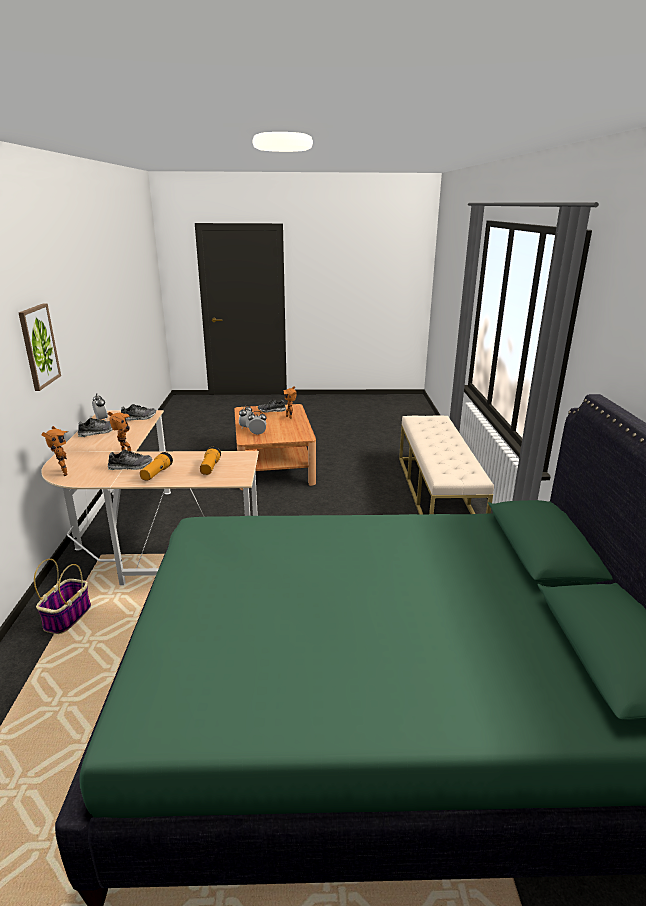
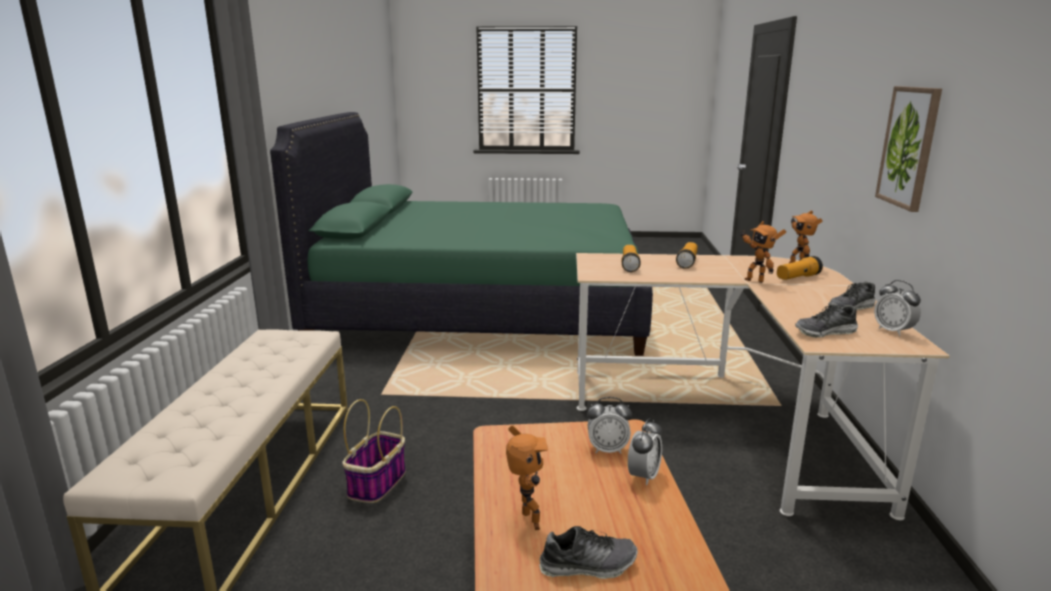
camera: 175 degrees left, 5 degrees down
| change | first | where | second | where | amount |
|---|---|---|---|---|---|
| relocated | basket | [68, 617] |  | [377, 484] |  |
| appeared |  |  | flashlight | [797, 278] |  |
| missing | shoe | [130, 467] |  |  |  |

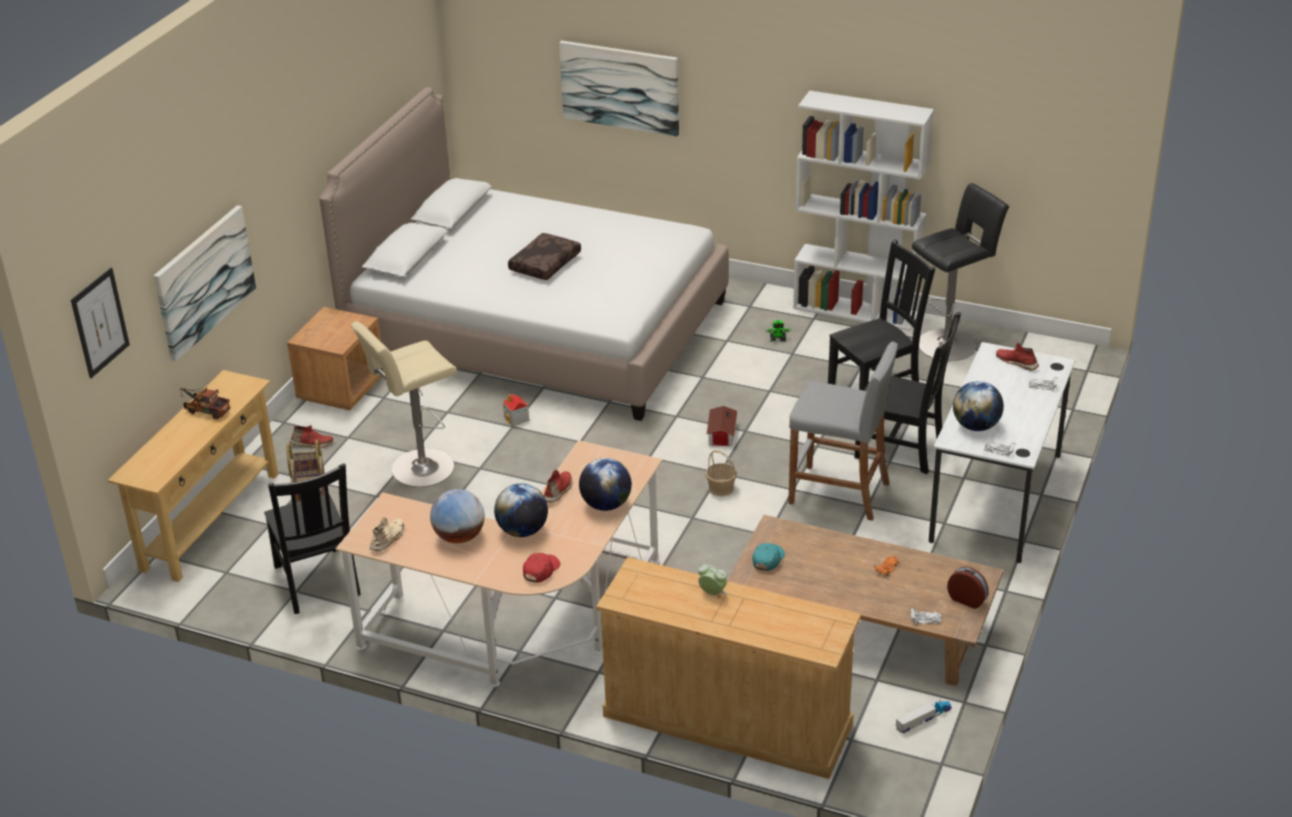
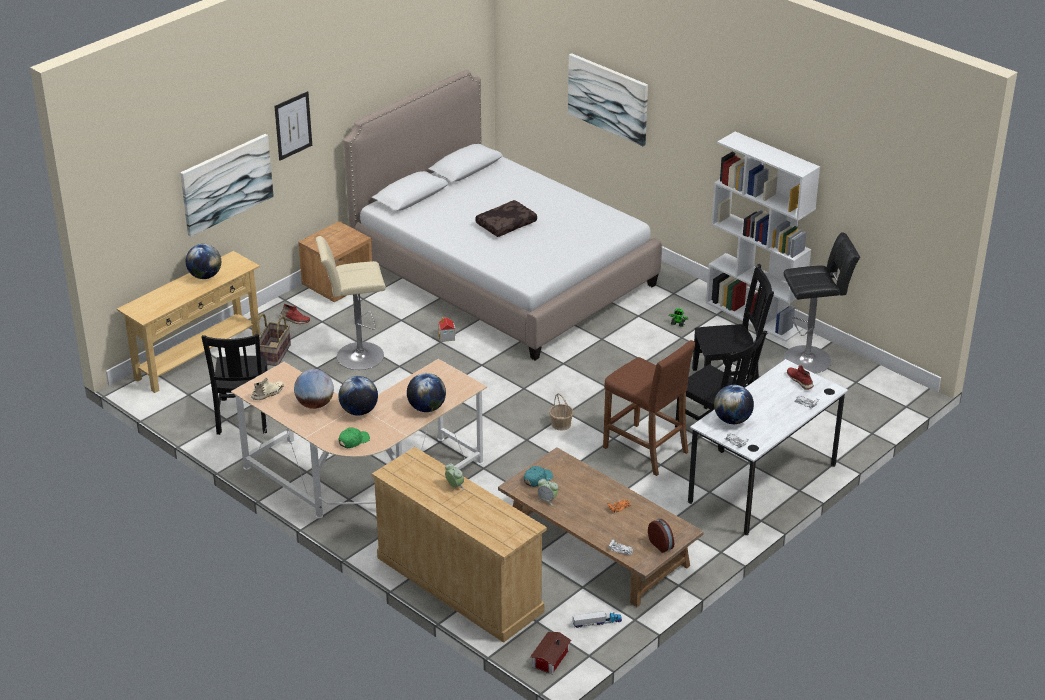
camera: 20 degrees right, 0 degrees up
| change | first | where | second | where | amount |
|---|---|---|---|---|---|
| exchanged | toy truck | [205, 410] | globe | [205, 276] |  |
| relocated | picture | [100, 322] |  | [293, 125] |  |
| colour | red cap | [541, 571] | green cap | [353, 441] |  |
| relocated | toy house | [720, 434] |  | [549, 658] |  |
| appeared |  |  | alarm clock | [547, 500] |  |
| colour | grey stool | [839, 493] | brown stool | [646, 450] |  |
| missing | red shoe | [558, 491] |  |  |  |

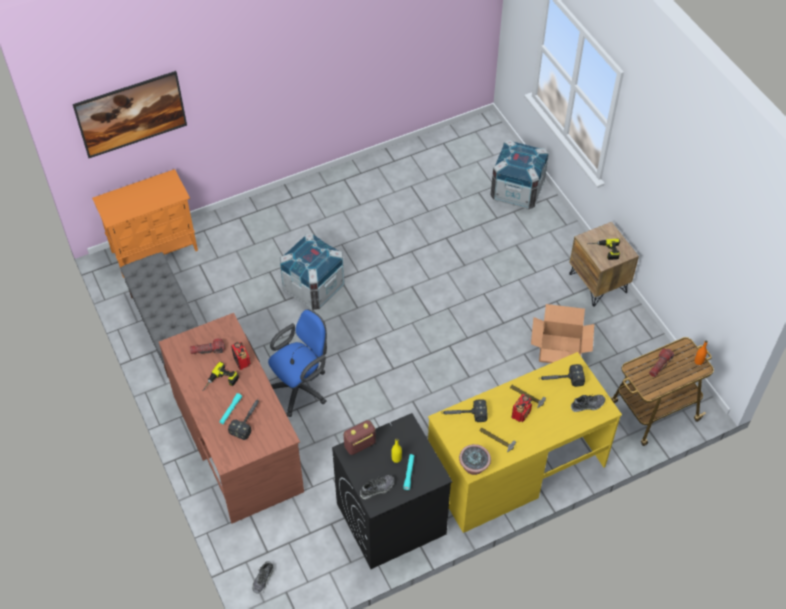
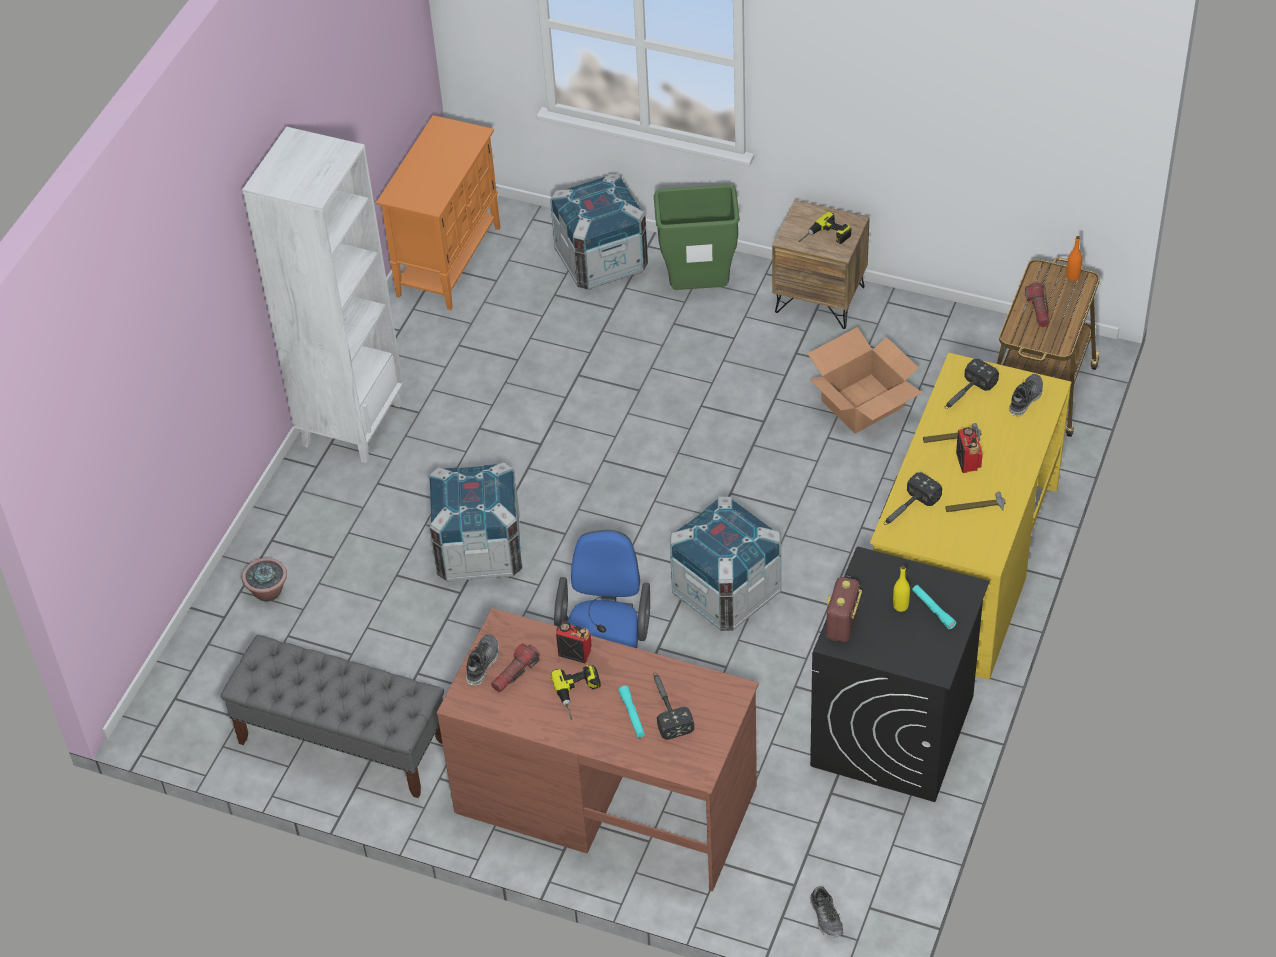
camera: 40 degrees left, 5 degrees down
| change | first | where | second | where | amount |
|---|---|---|---|---|---|
| appeared |  |  | white bookcase | [352, 423] |  |
| relocated | potted plant | [473, 467] |  | [268, 592] |  |
| relocated | orange cabinet | [155, 250] |  | [449, 260] |  |
| relocated | shoe | [377, 488] |  | [482, 663] |  |
| appeared |  |  | green trash can | [700, 288] |  |
| appeared |  |  | crate | [726, 592] |  |
| missing | picture | [134, 127] |  |  |  |

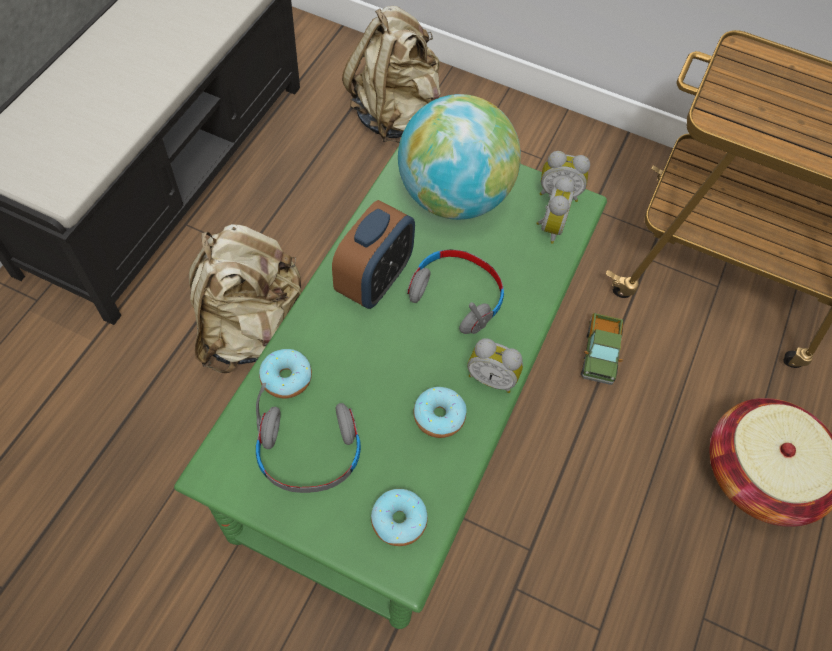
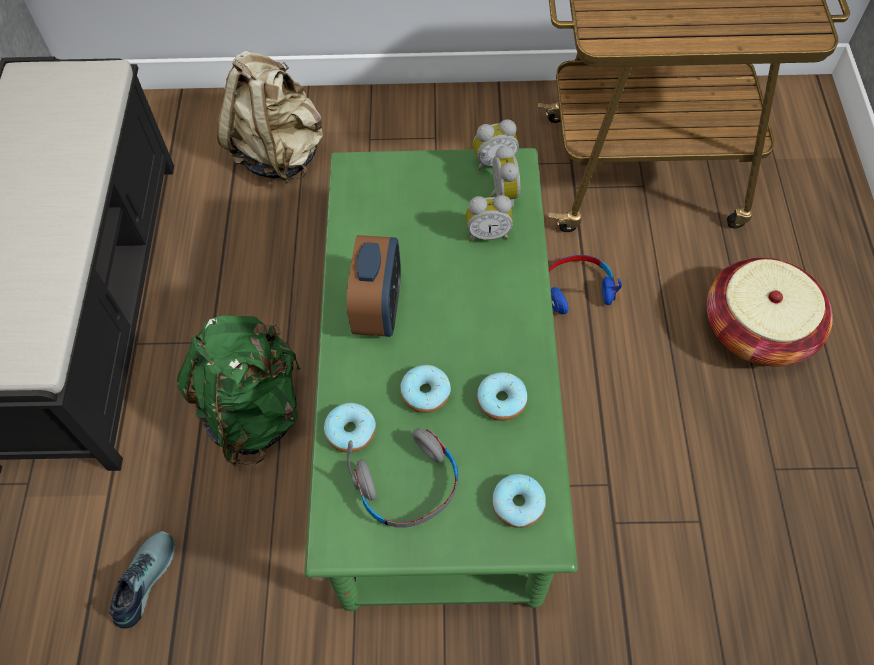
camera: 20 degrees left, 0 degrees up
| change | first | where | second | where | amount |
|---|---|---|---|---|---|
| appeared |  |  | shoe | [142, 579] |  |
| colour | beige backpack | [249, 328] | green backpack | [254, 411] |  |
| appeared |  |  | donut | [425, 393] |  |
| relocated | alarm clock | [492, 377] |  | [488, 233] |  |
| exchanged | toy truck | [599, 353] | blue headphones | [577, 289] |  |
| missing | globe | [453, 197] |  |  |  |
| missing | grey headphones | [456, 296] |  |  |  |

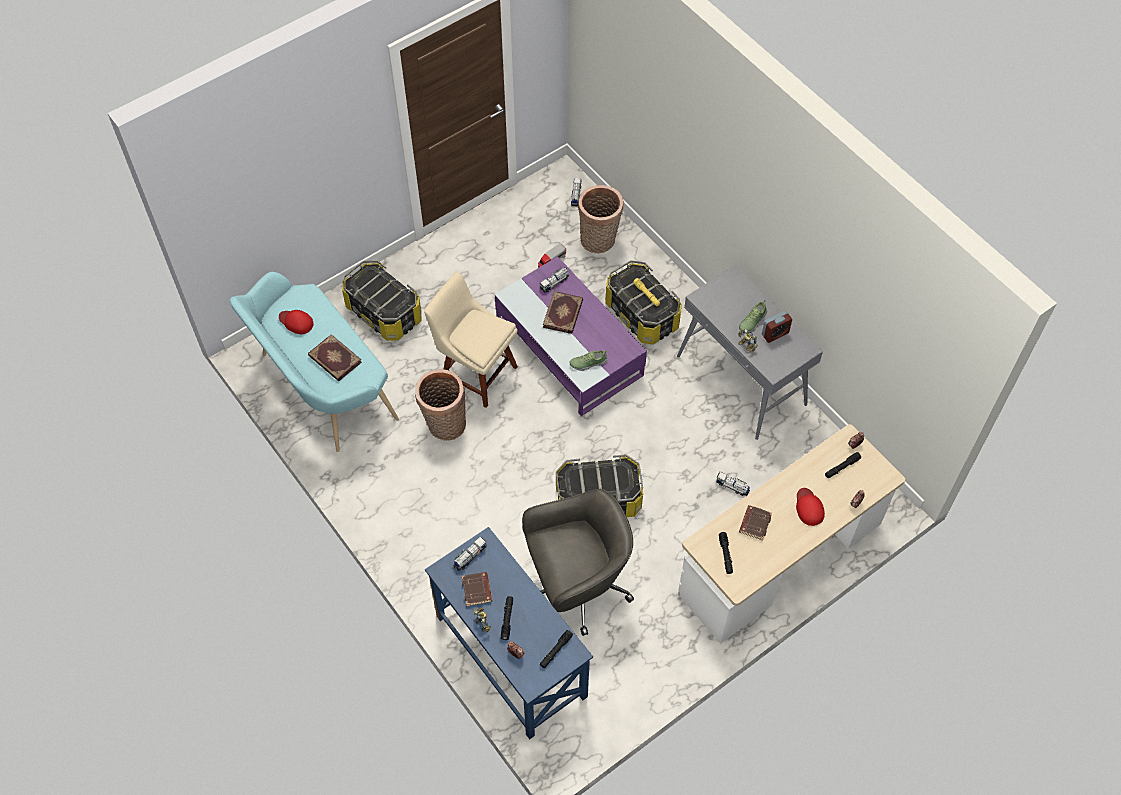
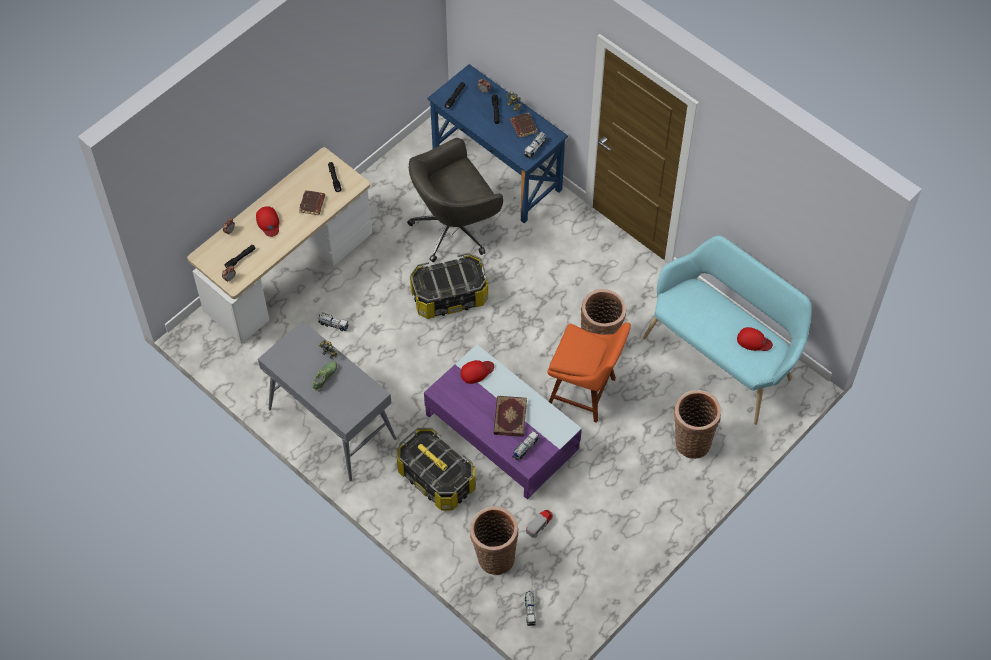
camera: 170 degrees right, 0 degrees up
| change | first | where | second | where | amount |
|---|---|---|---|---|---|
| exchanged | shoe | [588, 363] | red cap | [476, 372] |  |
| colour | beige chair | [475, 373] | orange chair | [585, 393] |  |
| exchanged | storage box | [384, 312] | basket | [691, 440] |  |
| missing | book | [334, 359] |  |  |  |
| missing | alarm clock | [775, 334] |  |  |  |

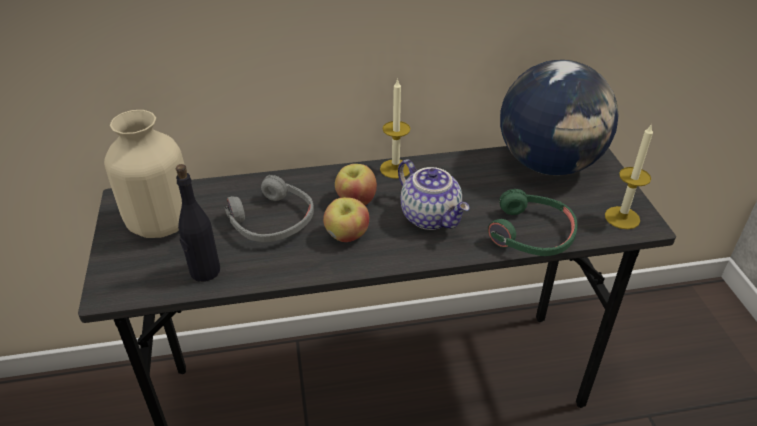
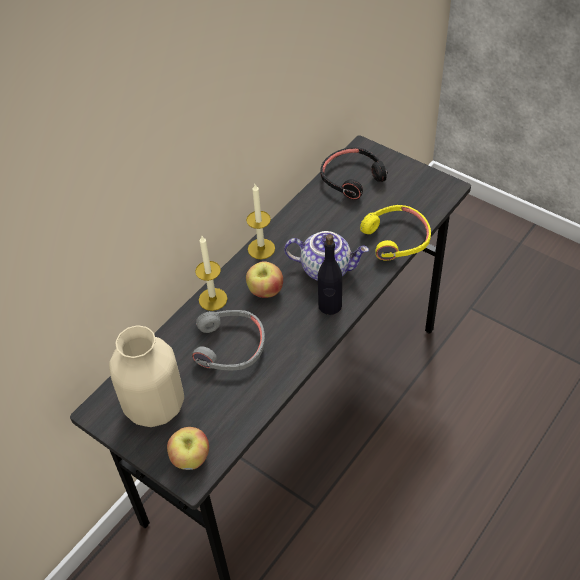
camera: 40 degrees left, 10 degrees up
| change | first | where | second | where | amount |
|---|---|---|---|---|---|
| relocated | apple | [347, 236] |  | [191, 458] |  |
| relocated | candle | [622, 218] |  | [213, 299] |  |
| relocated | black bottle | [204, 271] |  | [330, 306] |  |
| exchanged | globe | [549, 164] | black headphones | [352, 178] |  |
| colour | green headphones | [532, 234] | yellow headphones | [396, 238] |  |

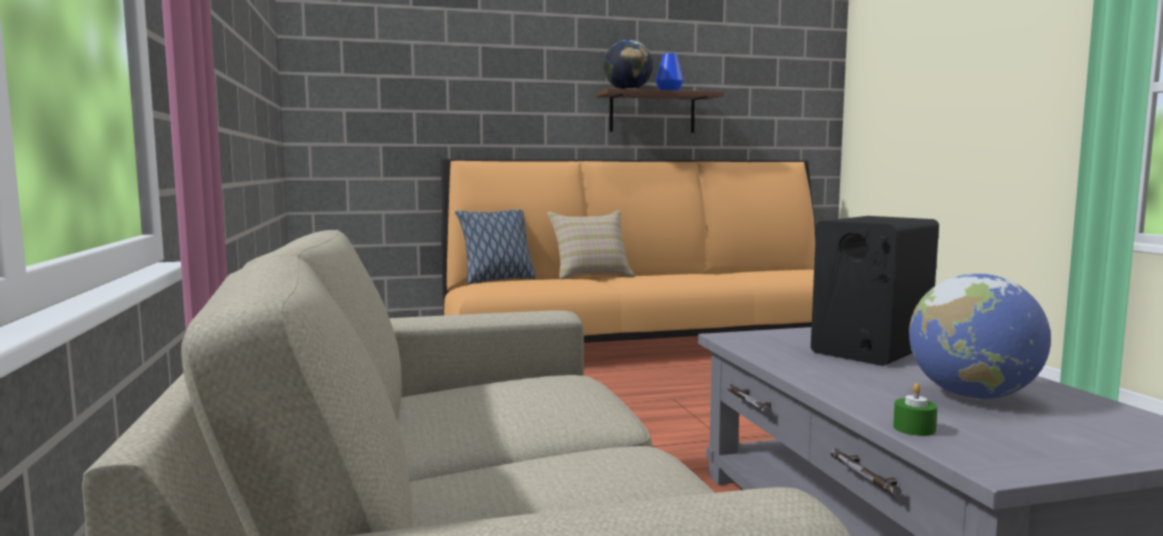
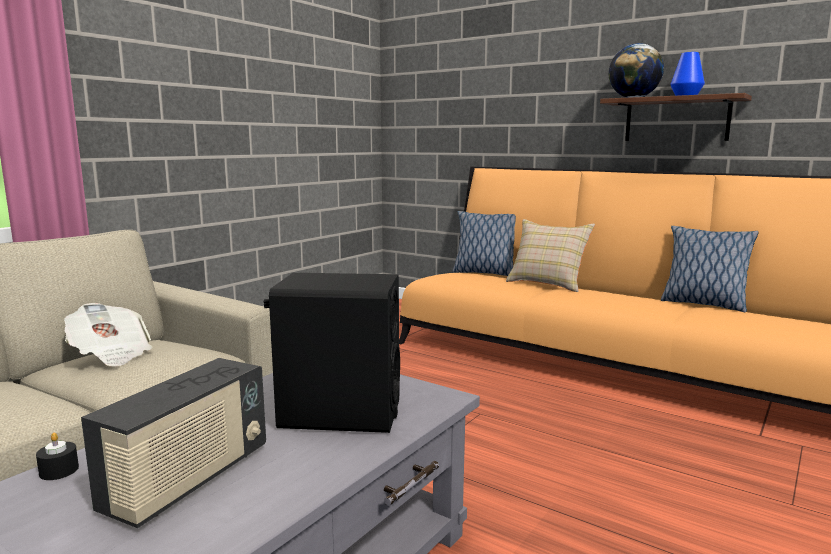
camera: 50 degrees right, 5 degrees up
| change | first | where | second | where | amount |
|---|---|---|---|---|---|
| colour | green candle | [914, 429] | black candle | [59, 470] |  |
| appeared |  |  | newspaper | [111, 354] |  |
| exchanged | globe | [972, 396] | radio | [189, 480] |  |
| appeared |  |  | pillow | [702, 304] |  |

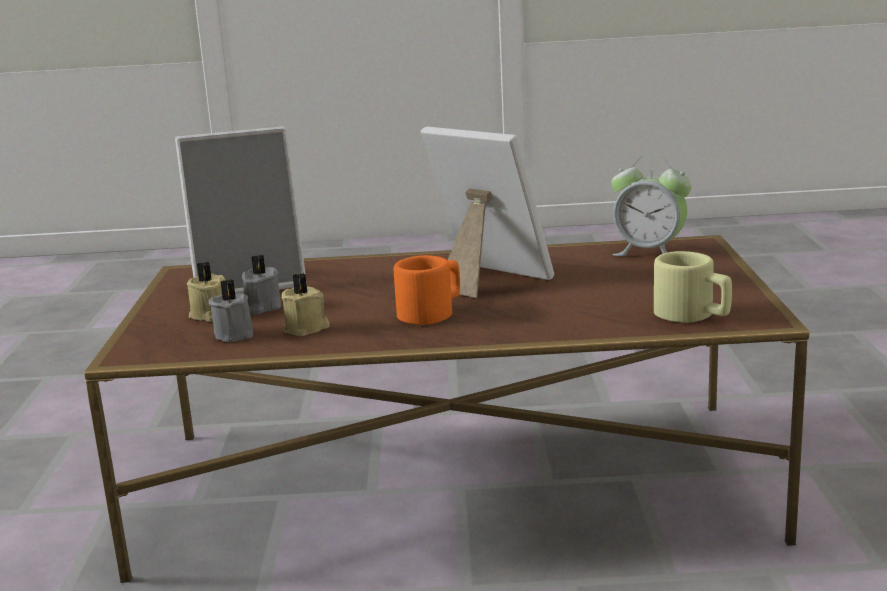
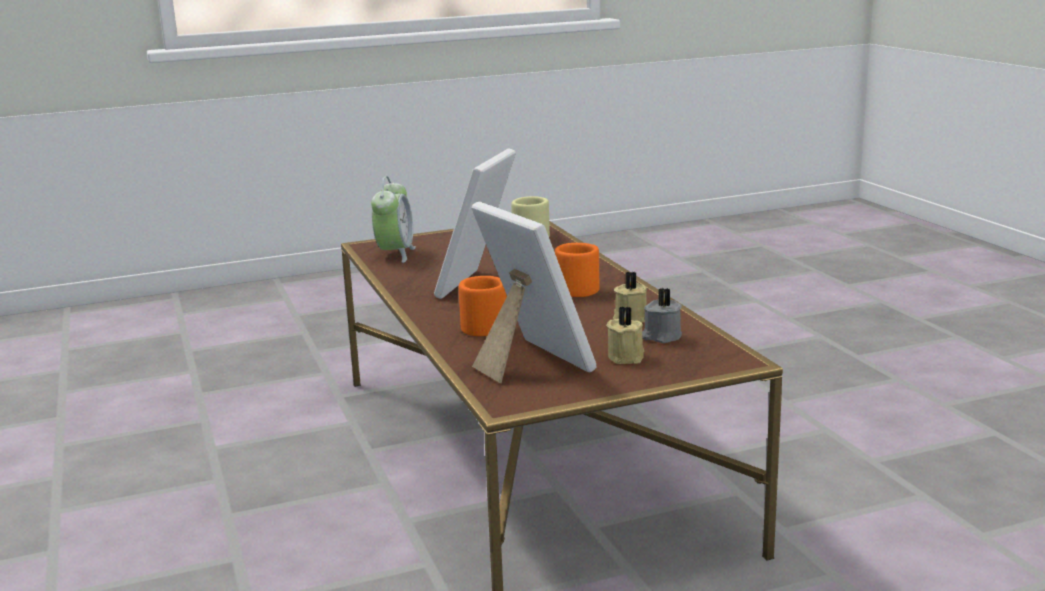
camera: 110 degrees left, 0 degrees up
| change | first | where | second | where | amount |
|---|---|---|---|---|---|
| appeared |  |  | orange mug | [482, 325] |  |
| missing | grey candle | [261, 307] |  |  |  |

